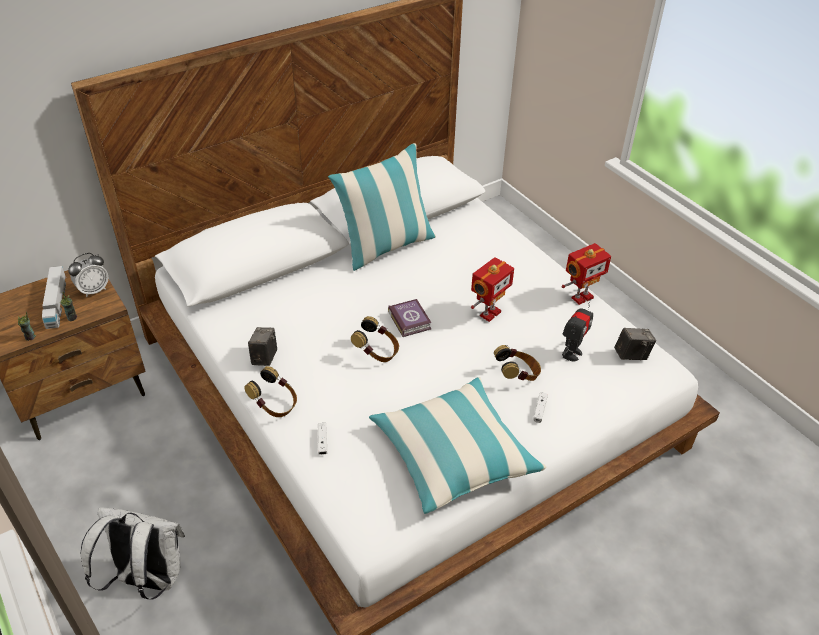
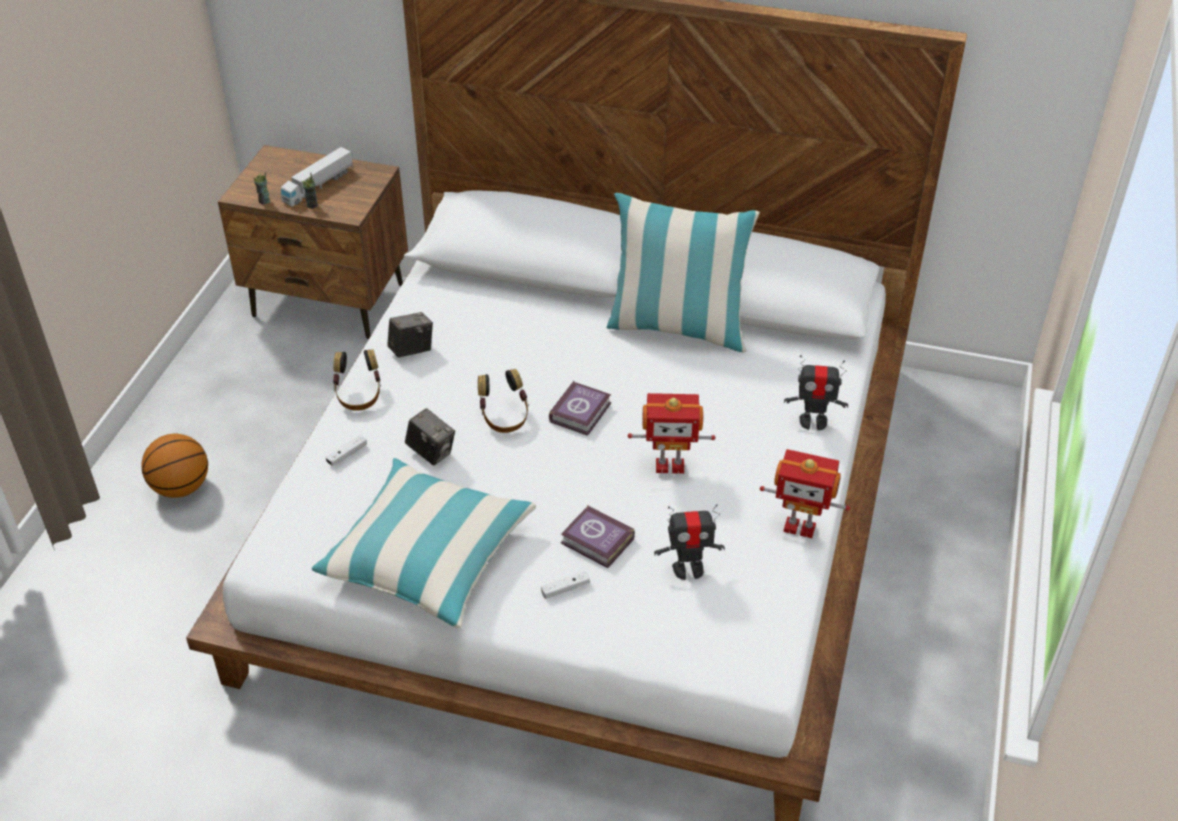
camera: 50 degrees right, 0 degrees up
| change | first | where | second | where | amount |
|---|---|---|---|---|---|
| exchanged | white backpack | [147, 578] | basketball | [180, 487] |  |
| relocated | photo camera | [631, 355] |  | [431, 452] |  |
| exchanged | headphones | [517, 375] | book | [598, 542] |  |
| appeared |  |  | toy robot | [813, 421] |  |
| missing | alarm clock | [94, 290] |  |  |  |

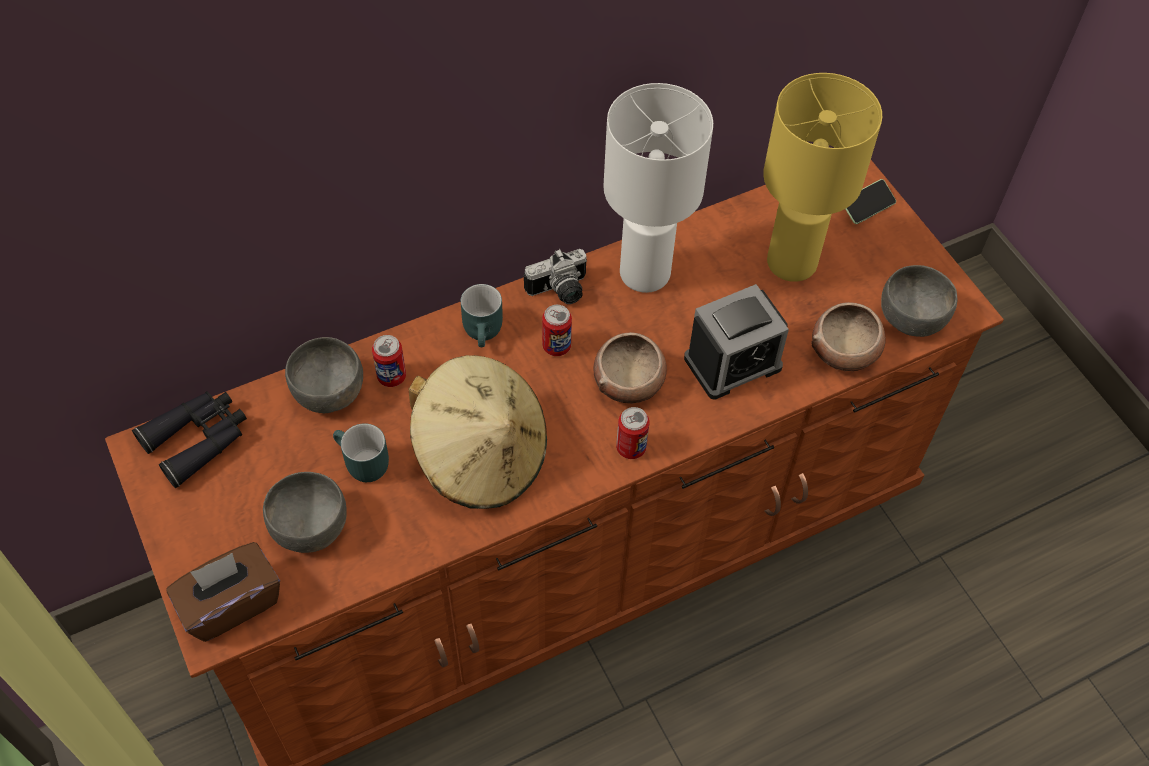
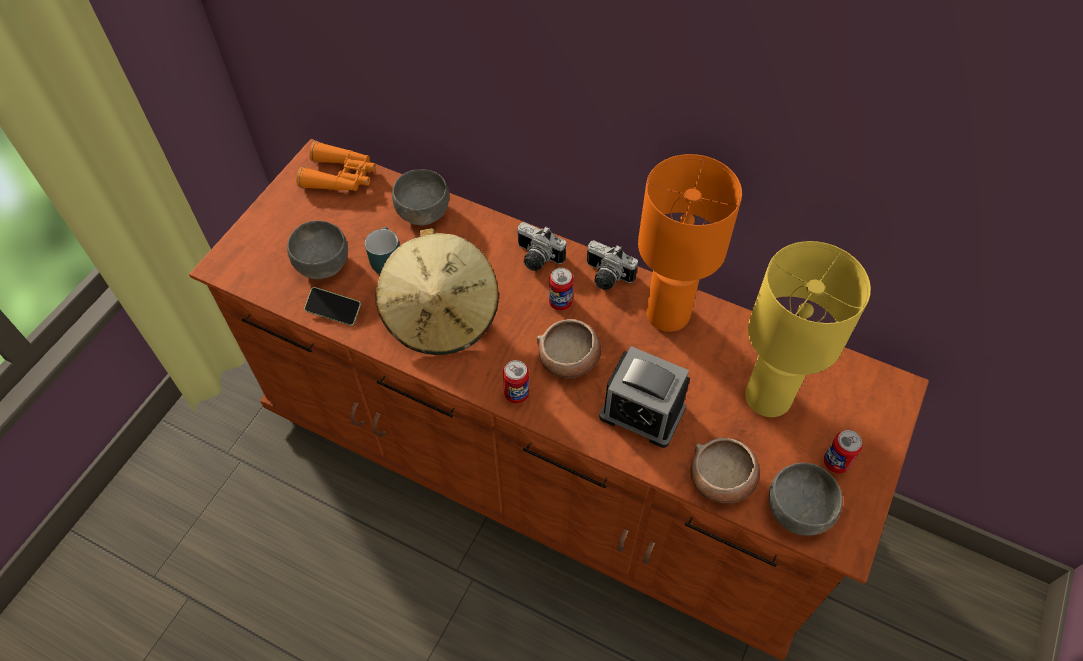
camera: 55 degrees right, 0 degrees up
| change | first | where | second | where | amount |
|---|---|---|---|---|---|
| colour | black binoculars | [198, 440] | orange binoculars | [341, 177] |  |
| relocated | phone | [867, 207] |  | [334, 310] |  |
| exchanged | turquoise mug | [485, 332] | photo camera | [536, 258] |  |
| colour | white table lamp | [644, 275] | orange table lamp | [666, 315] |  |
| relocated | can | [391, 376] |  | [835, 462] |  |
| missing | brown tissue box | [231, 603] |  |  |  |

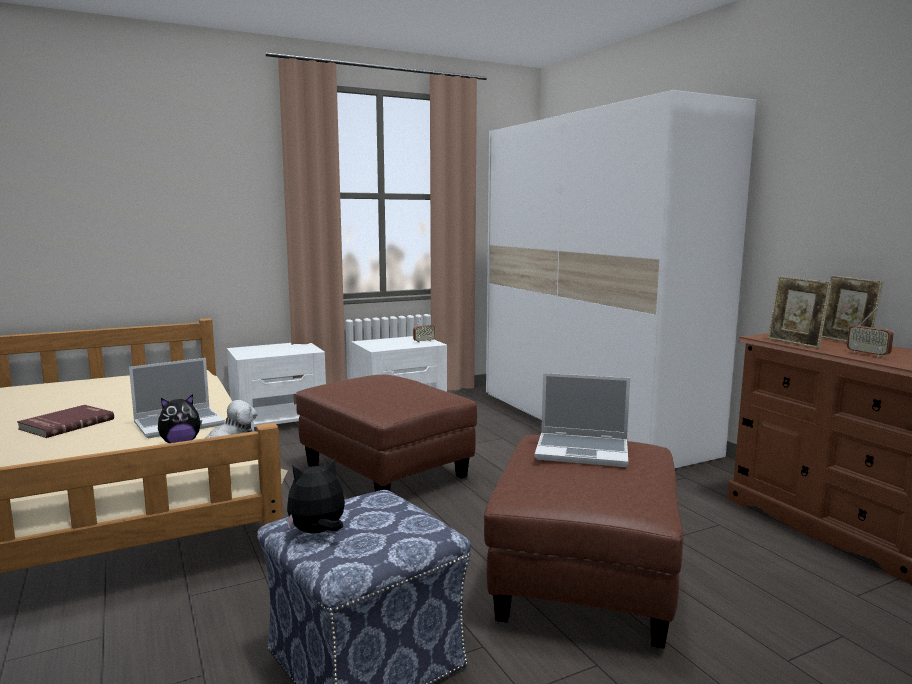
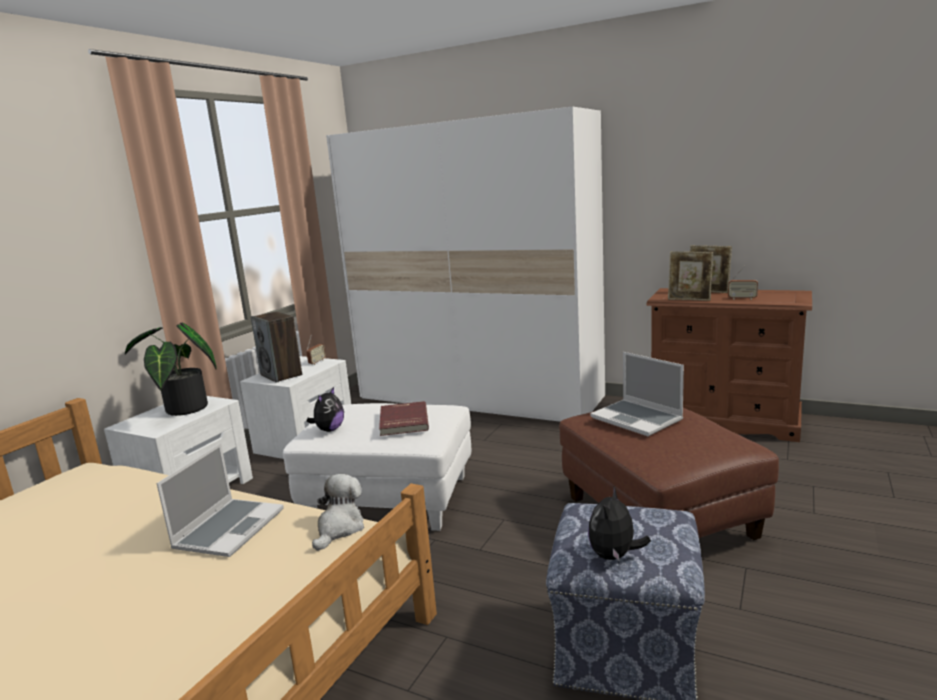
camera: 35 degrees left, 5 degrees up
| change | first | where | second | where | amount |
|---|---|---|---|---|---|
| appeared |  |  | potted plant | [182, 410] |  |
| appeared |  |  | speaker | [281, 375] |  |
| colour | brown ottoman | [386, 472] | white ottoman | [390, 500] |  |
| relocated | plush toy | [180, 443] |  | [329, 430] |  |
| relocated | red book | [66, 424] |  | [402, 421] |  |
| spun | laptop | [583, 451] |  | [638, 419] | 75 degrees clockwise |

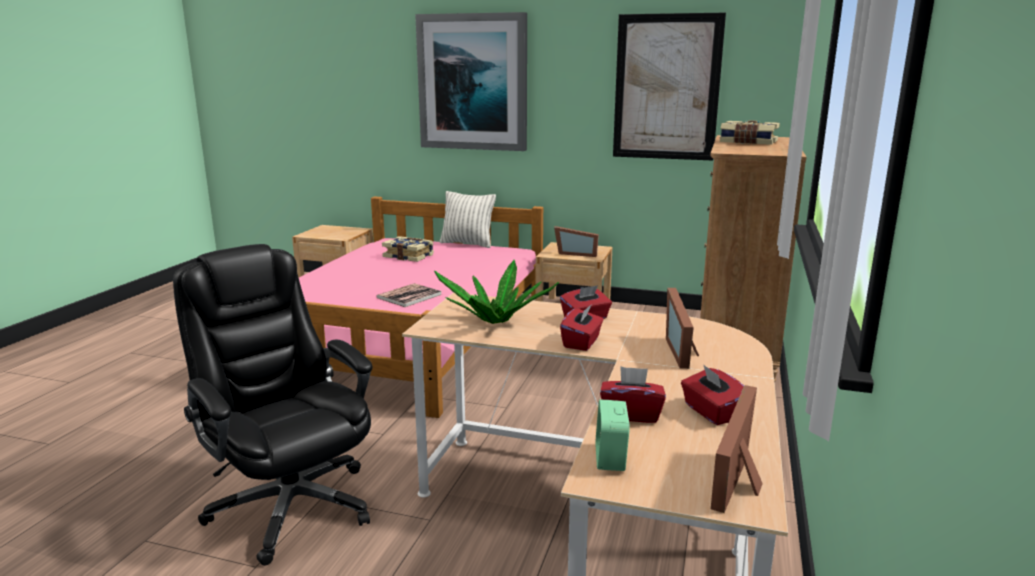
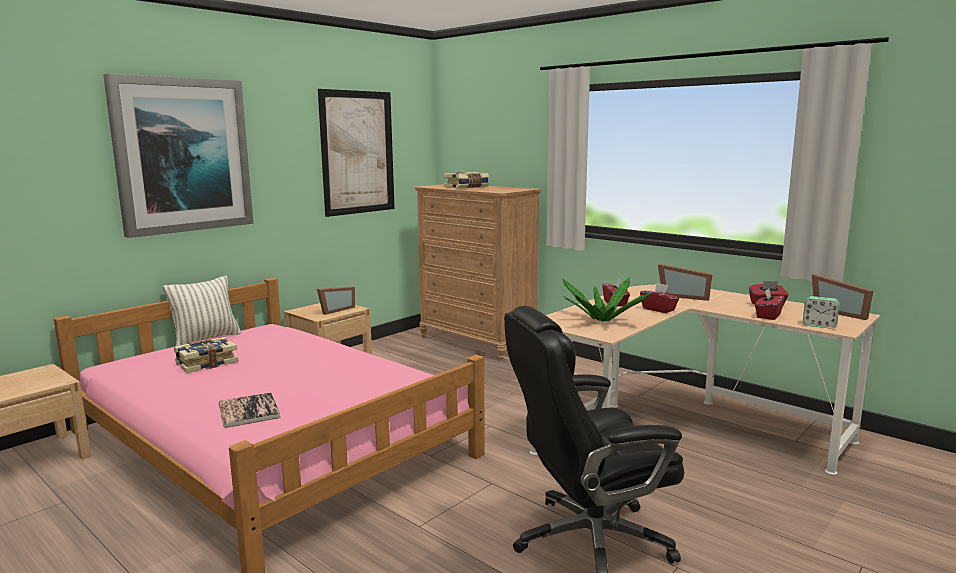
camera: 65 degrees left, 5 degrees down
| change | first | where | second | where | amount |
|---|---|---|---|---|---|
| relocated | book | [409, 296] |  | [248, 411] |  |

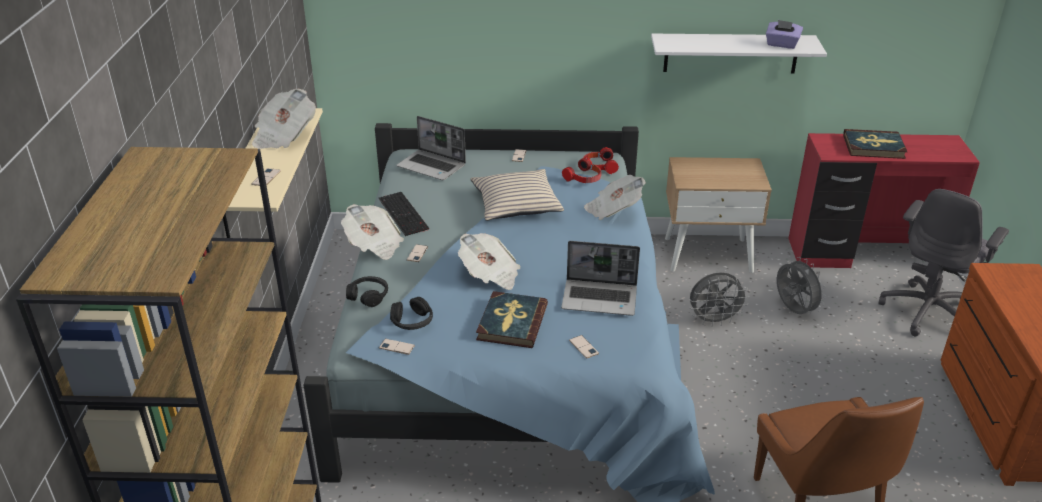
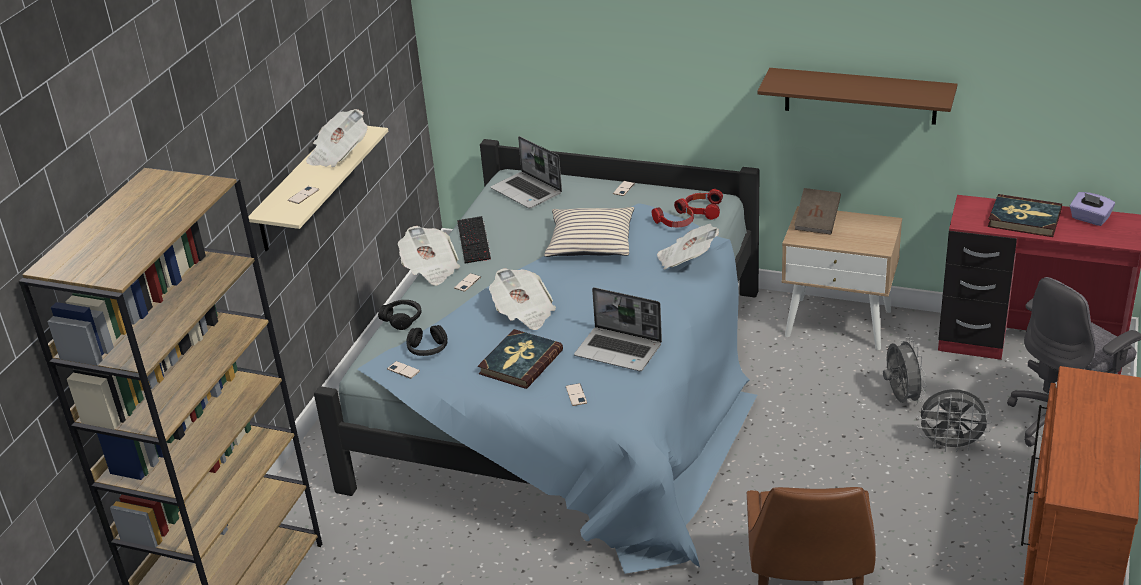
camera: 20 degrees right, 0 degrees up
| change | first | where | second | where | amount |
|---|---|---|---|---|---|
| colour | white shelf | [731, 53] | brown shelf | [860, 96] |  |
| appeared |  |  | brown book | [817, 222] |  |
| relocated | grey fan | [714, 320] |  | [950, 445] |  |
| relocated | purple tissue box | [781, 44] |  | [1089, 218] |  |

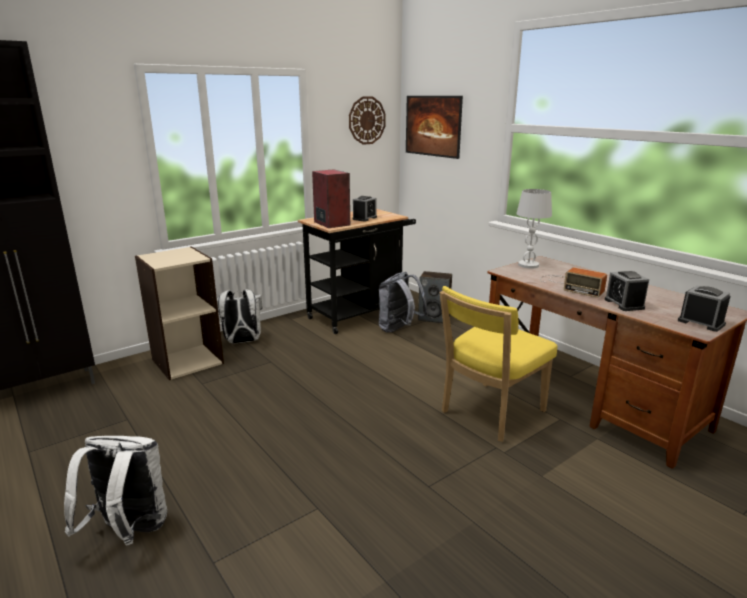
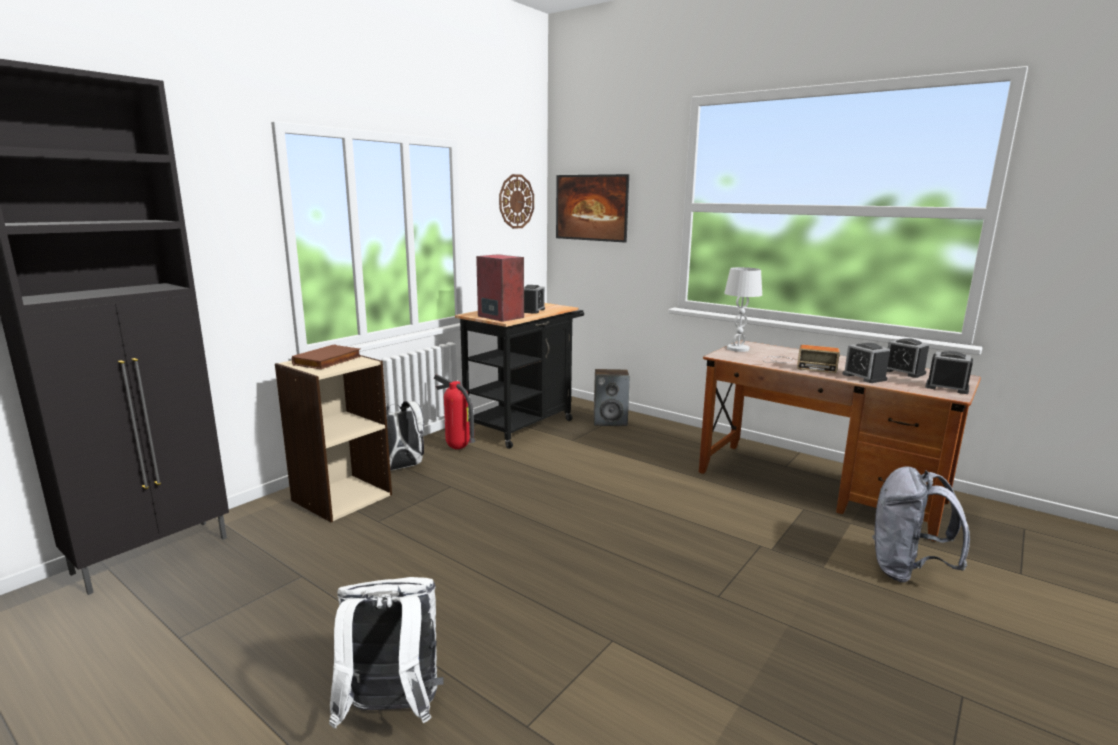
camera: 15 degrees left, 5 degrees down
| change | first | where | second | where | amount |
|---|---|---|---|---|---|
| appeared |  |  | brown book | [328, 361] |  |
| appeared |  |  | fire extinguisher | [457, 448] |  |
| relocated | grey backpack | [399, 329] |  | [906, 571] |  |
| appeared |  |  | alarm clock | [903, 372] |  |
| missing | yellow chair | [489, 413] |  |  |  |

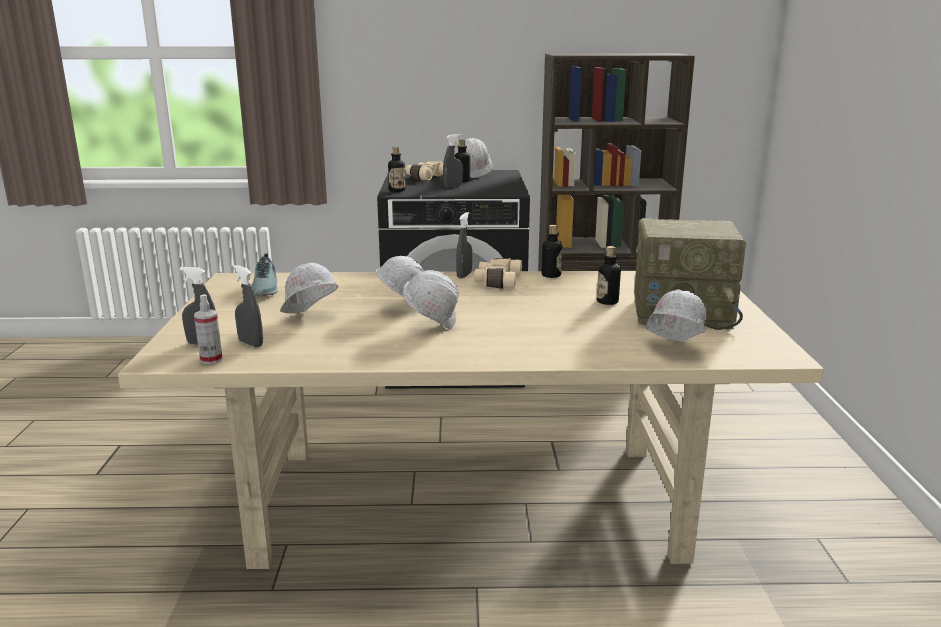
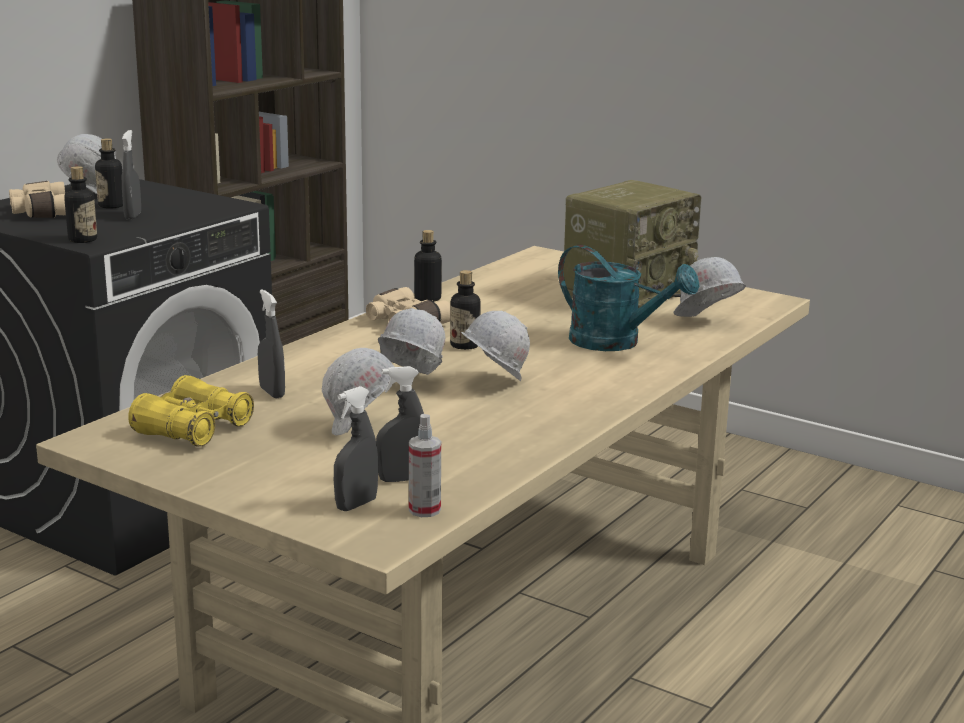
camera: 55 degrees left, 0 degrees up
| change | first | where | second | where | amount |
|---|---|---|---|---|---|
| exchanged | shoe | [266, 289] | yellow binoculars | [193, 429] |  |
| relocated | grey spray bottle | [464, 275] |  | [272, 392] |  |
| relocated | bottle | [607, 301] |  | [464, 345] |  |
| appeared |  |  | turquoise watering can | [616, 343] |  |

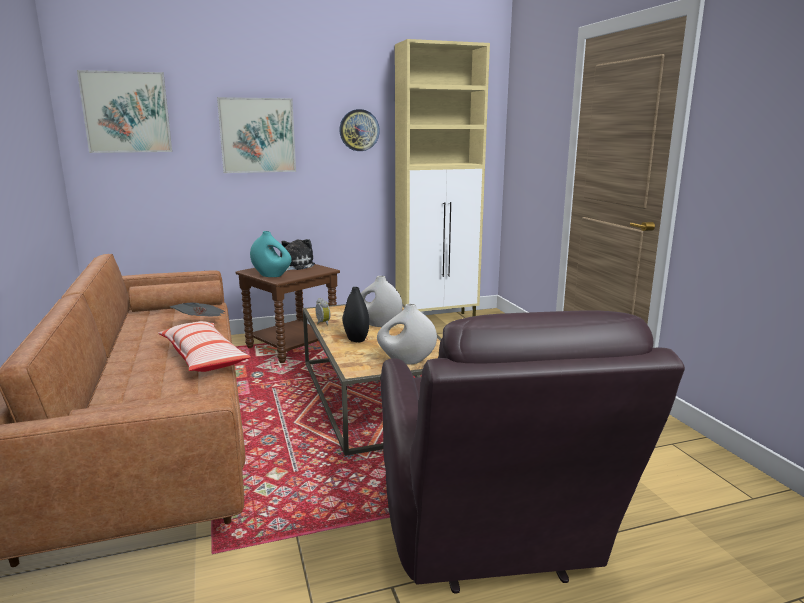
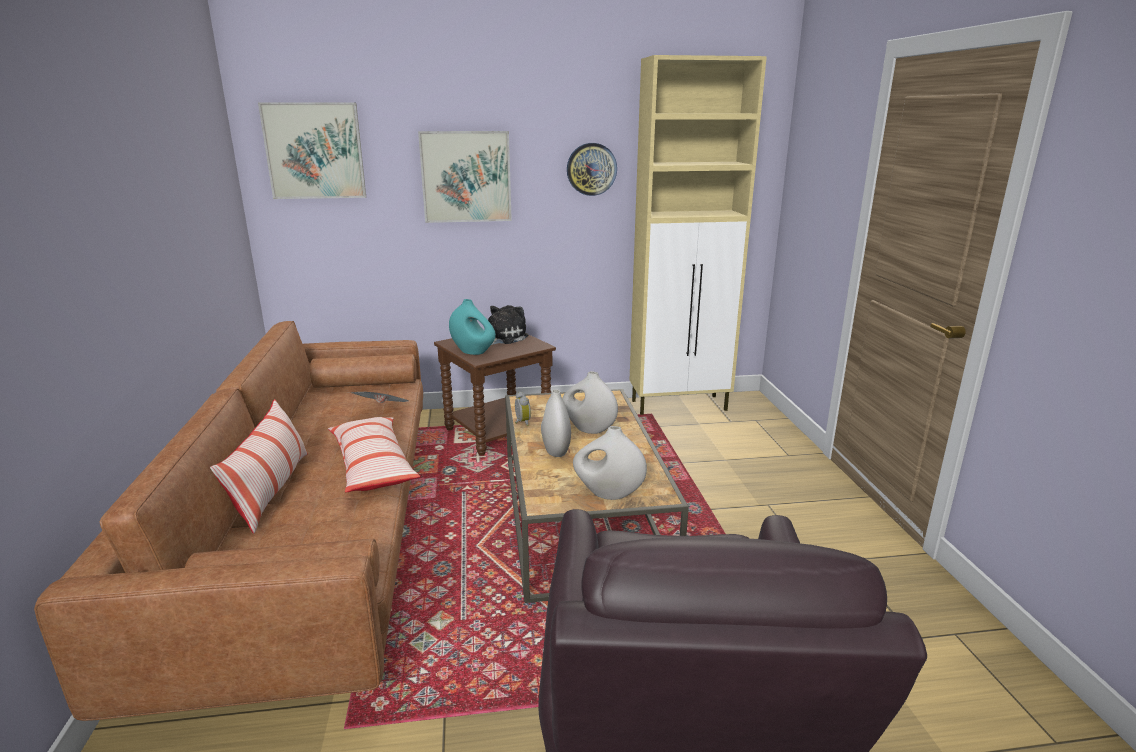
camera: 10 degrees right, 5 degrees up
| change | first | where | second | where | amount |
|---|---|---|---|---|---|
| appeared |  |  | pillow | [271, 490] |  |
| colour | black vase | [355, 338] | white vase | [555, 450] |  |

